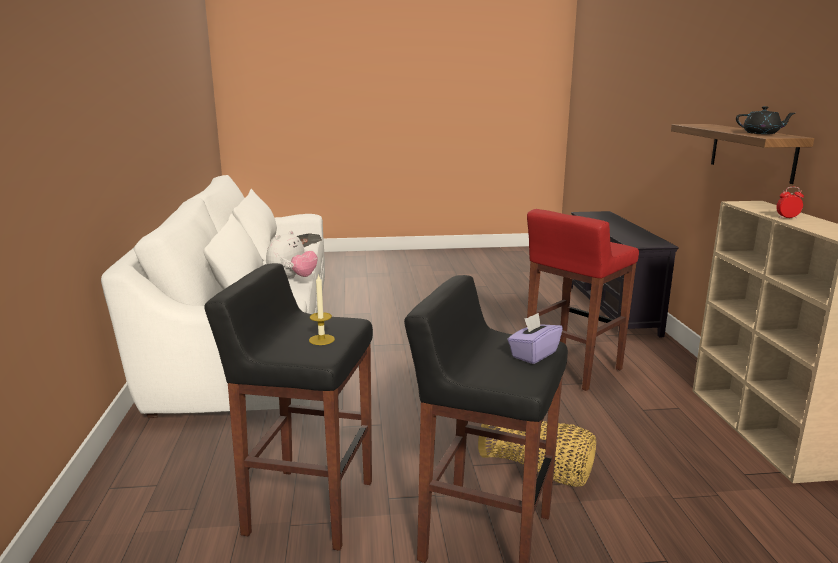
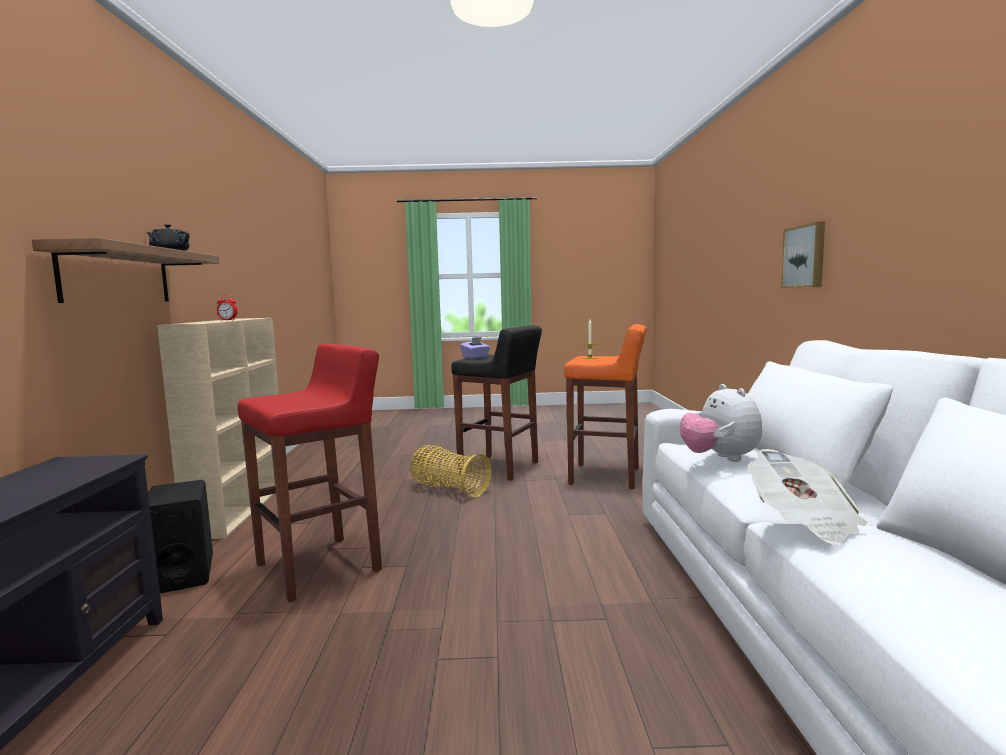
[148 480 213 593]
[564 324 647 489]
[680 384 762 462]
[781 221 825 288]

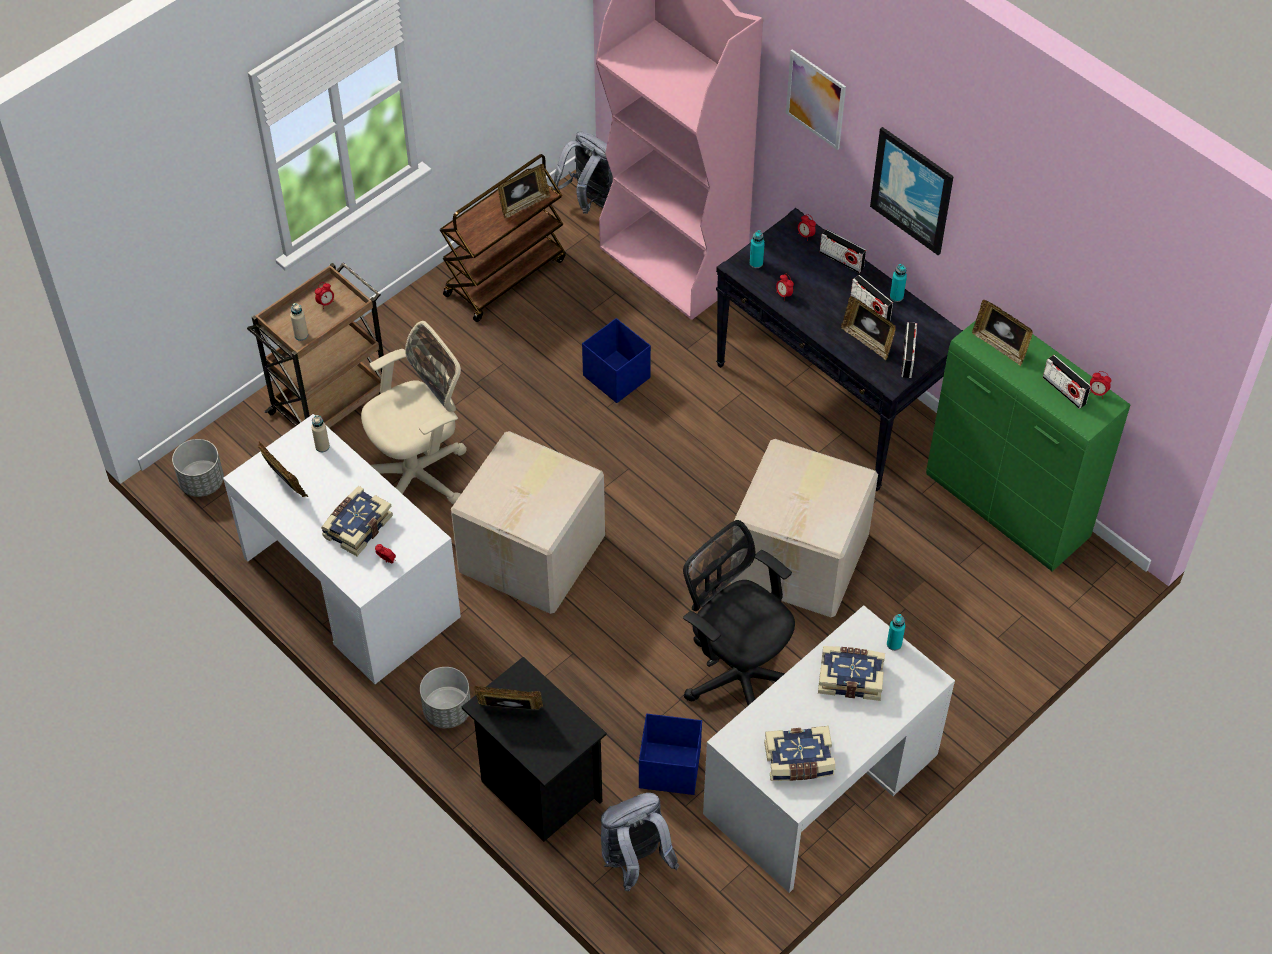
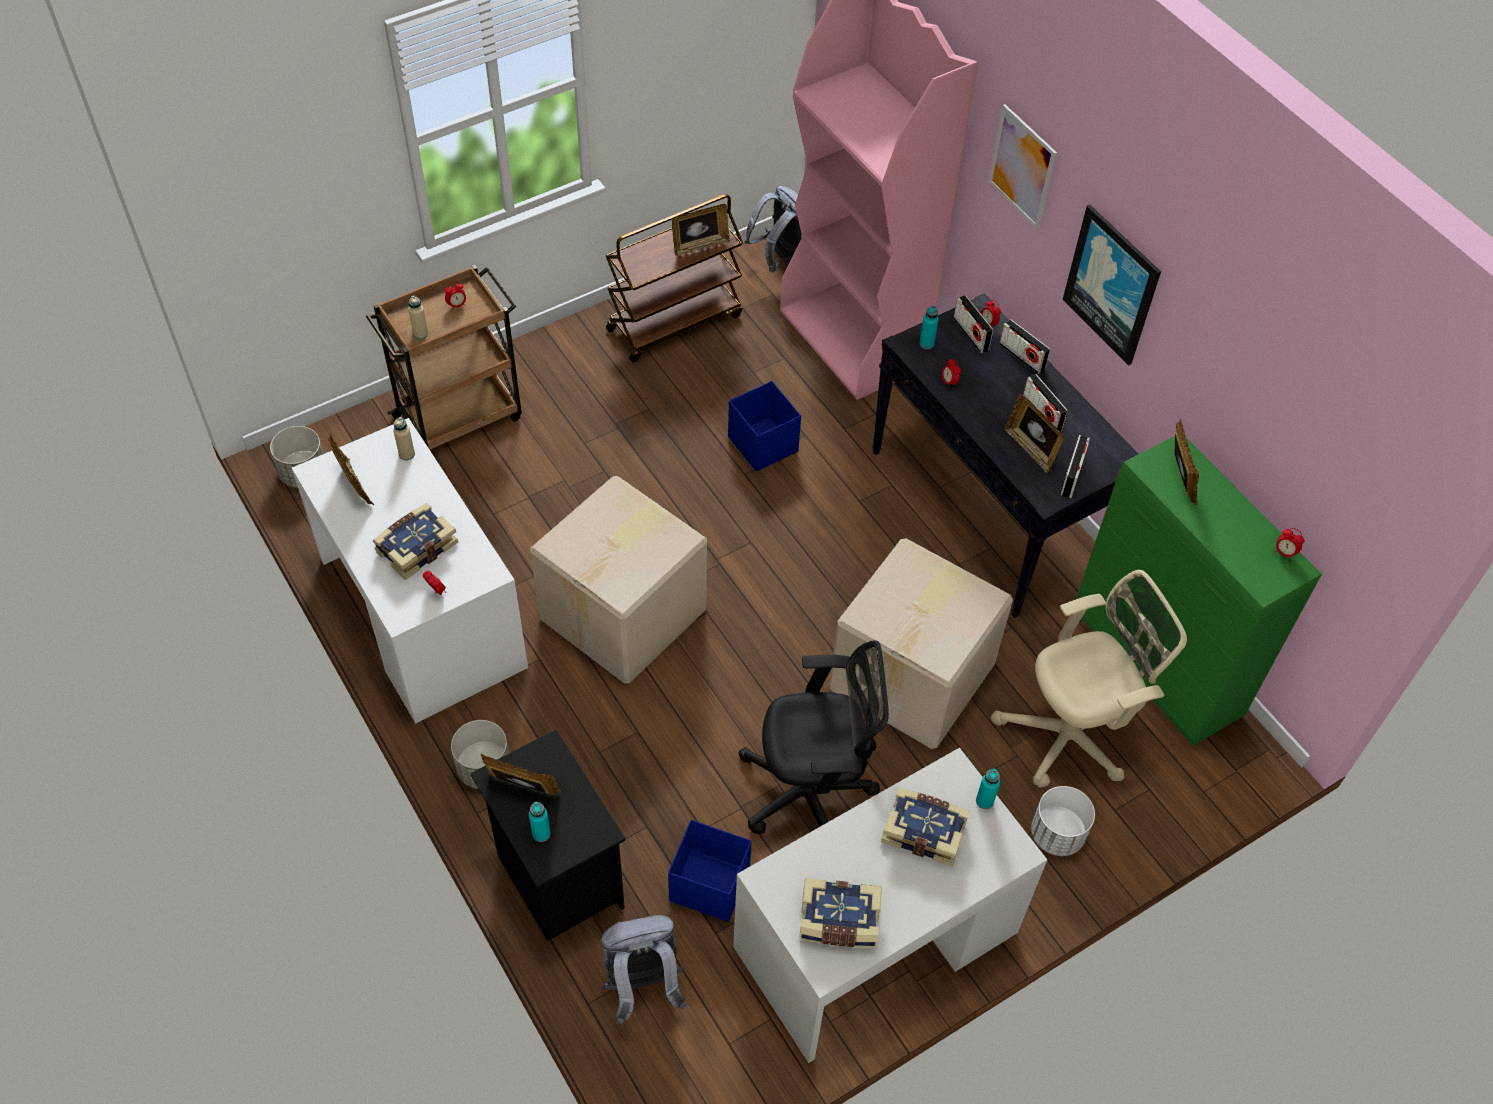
[529 801 551 842]
[739 640 889 834]
[953 295 994 353]
[991 570 1187 787]
[1031 786 1095 856]
[1174 418 1199 505]

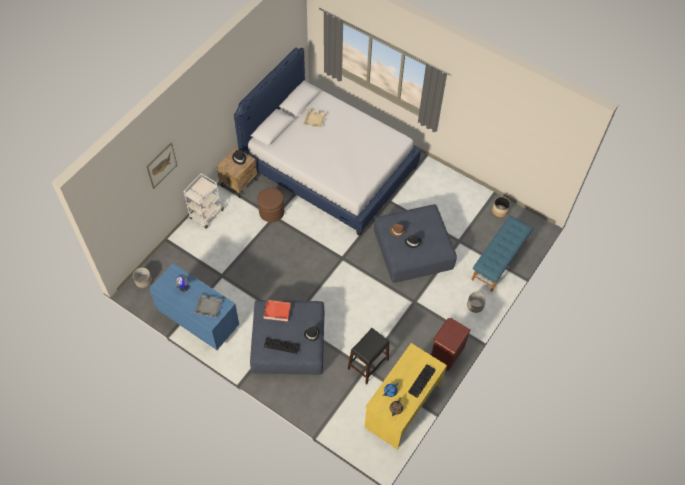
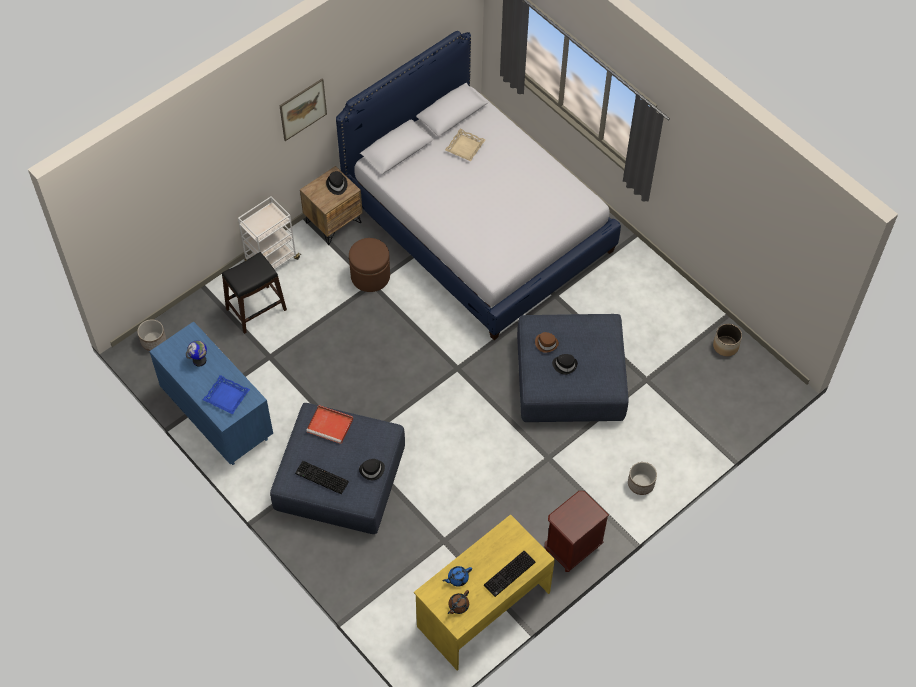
[203 375 250 415]
[222 252 287 334]
[279 78 327 141]
[472 216 533 292] (first image)

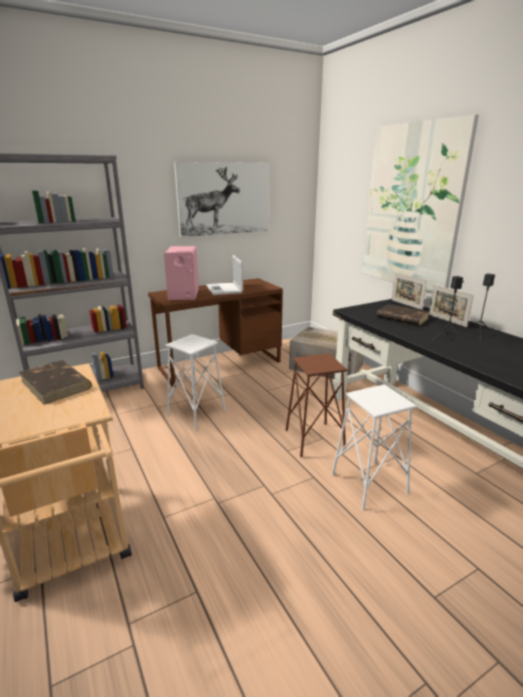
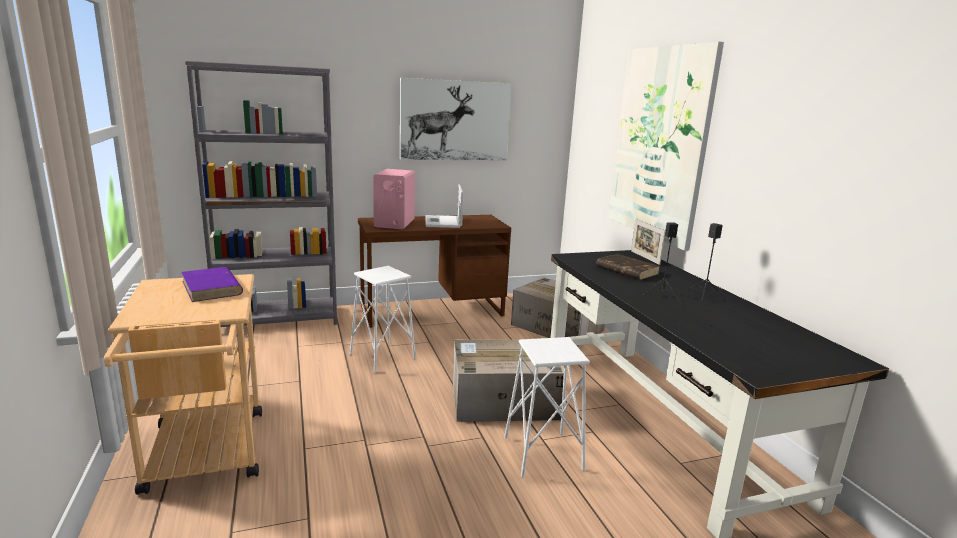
[181 267 243 302]
[453 340 564 422]
[429 285 474 327] (first image)

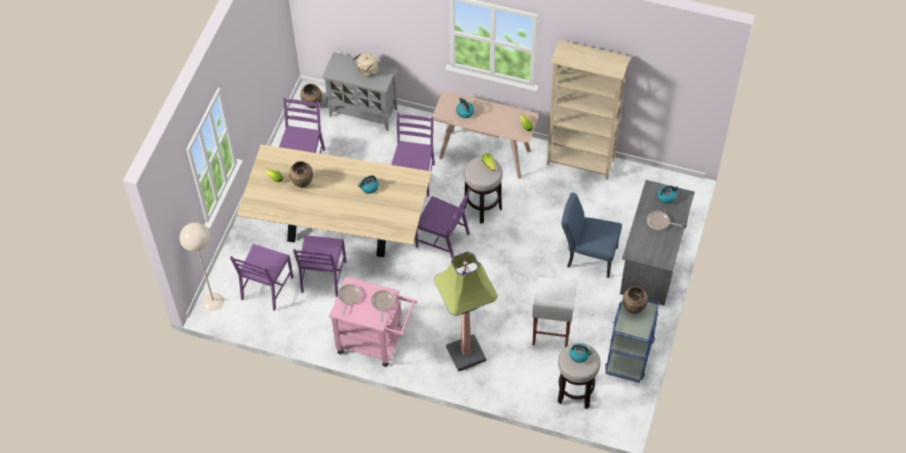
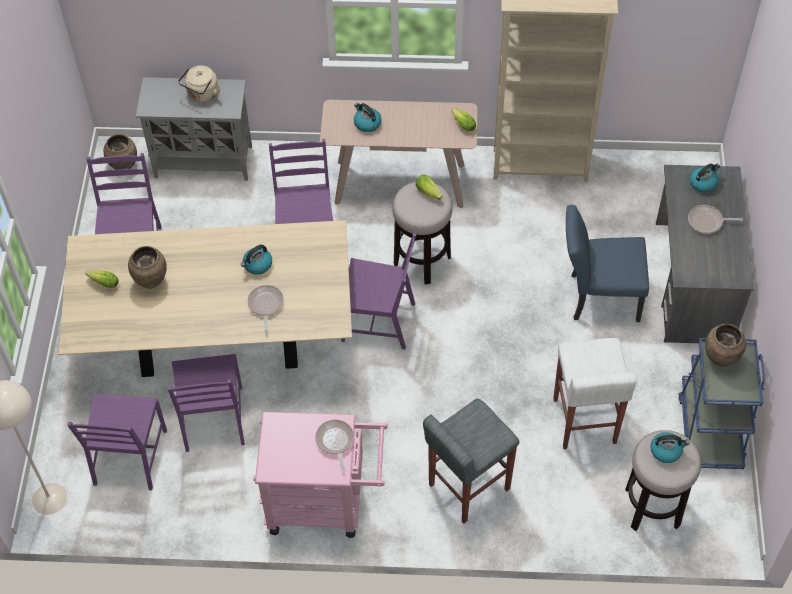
[248 285 284 332]
[423 398 519 523]

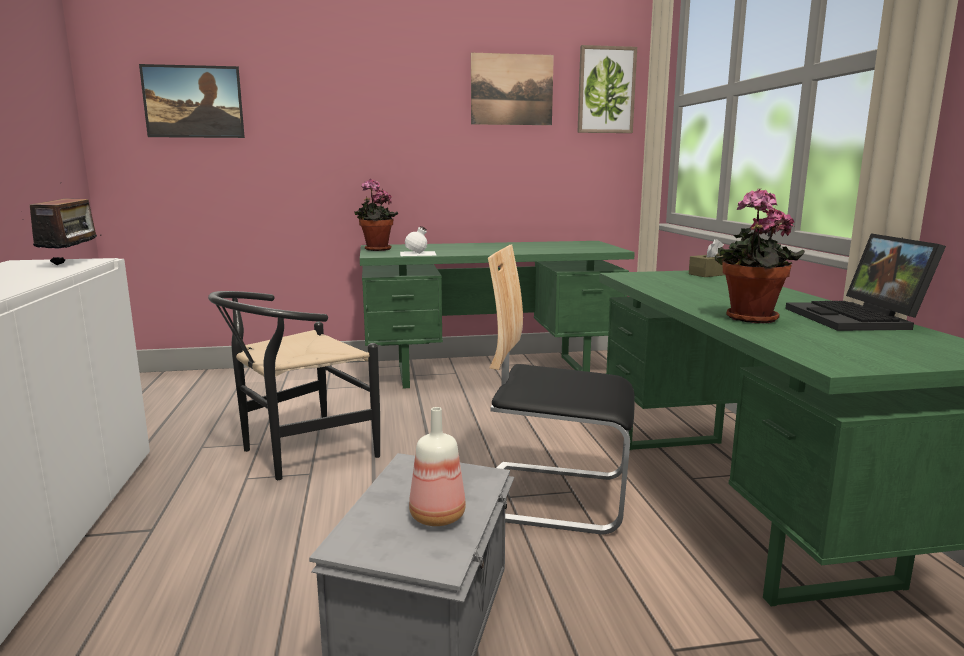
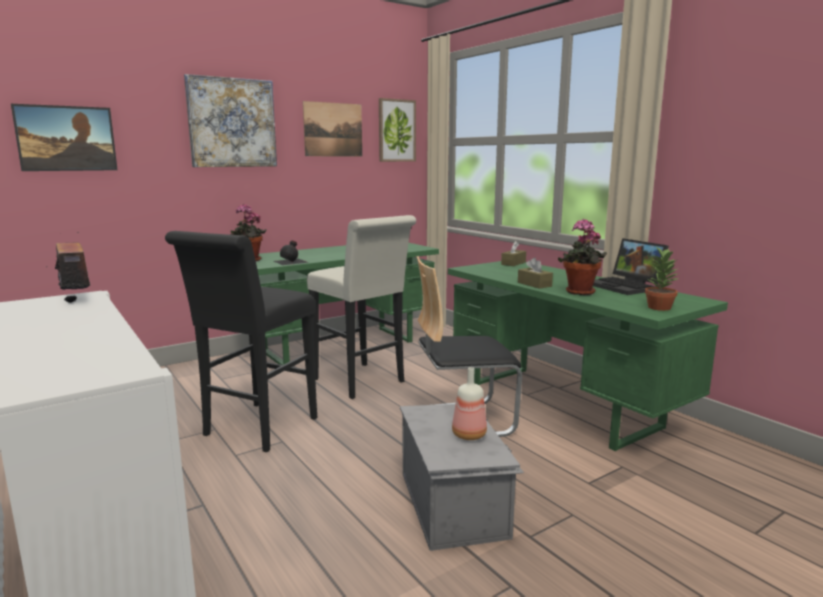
[165 231 317 452]
[184 74 277 167]
[274 240 309 265]
[307 215 416 399]
[518 258 553 289]
[645 248 680 311]

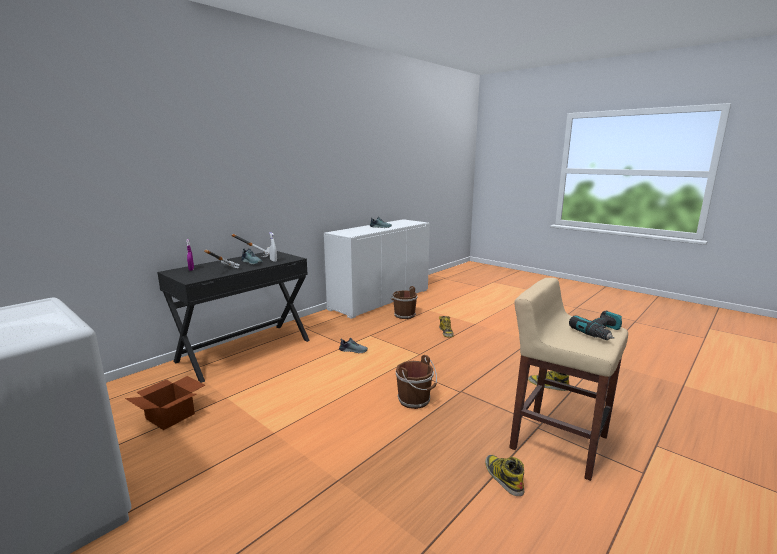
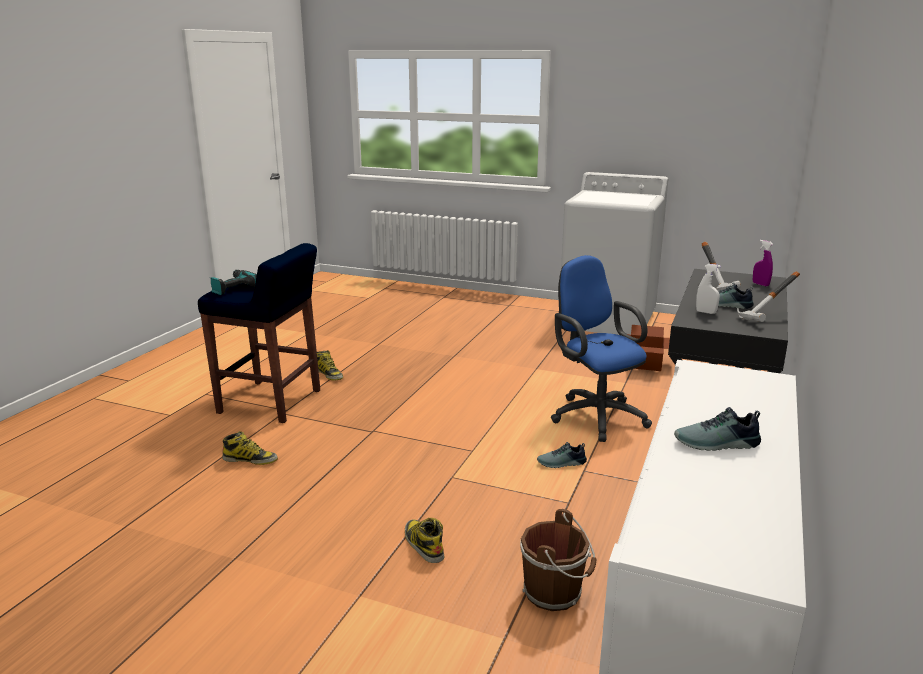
[198 243 320 423]
[551 255 652 442]
[396 355 437 409] (first image)

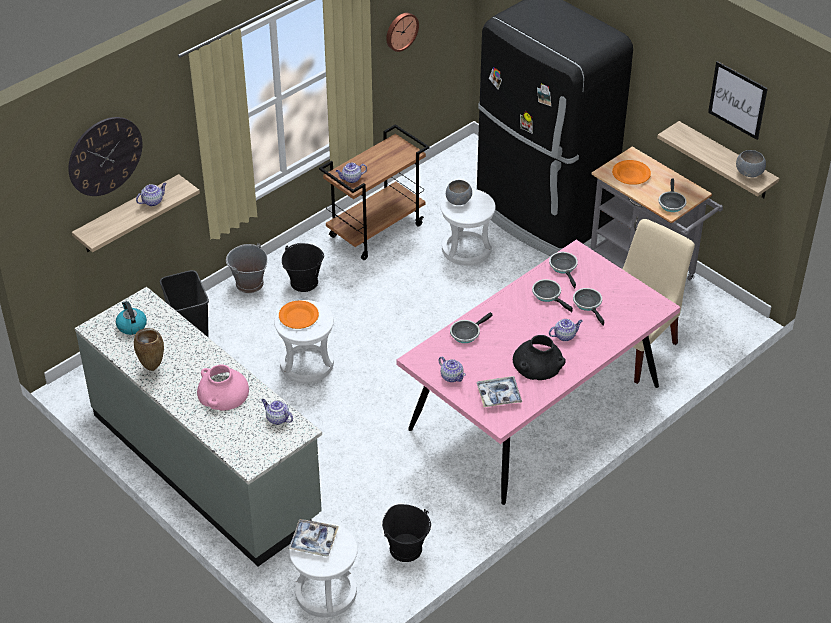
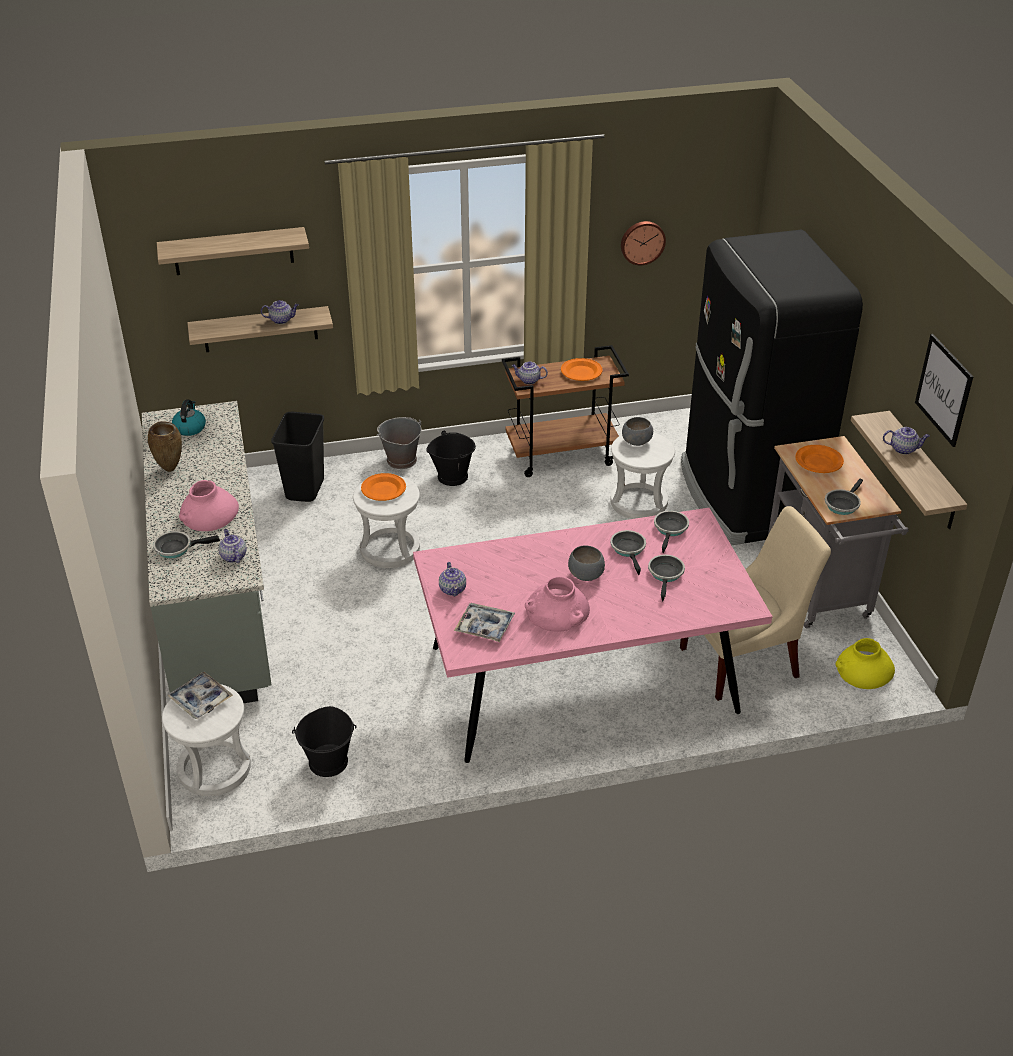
[153 531 220 558]
[157 227 309 275]
[525 576 590 632]
[561 358 603 381]
[568 545 605 581]
[836 638 895 689]
[883 427 930 455]

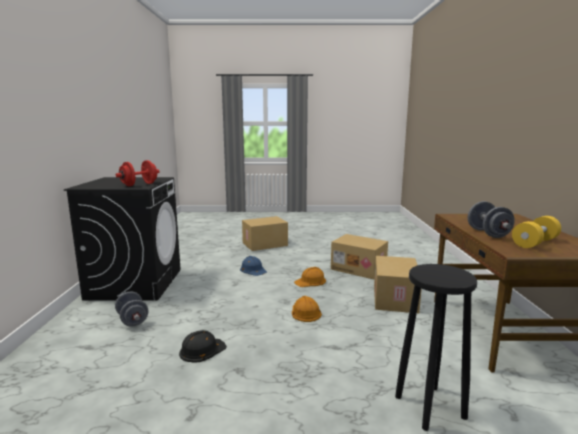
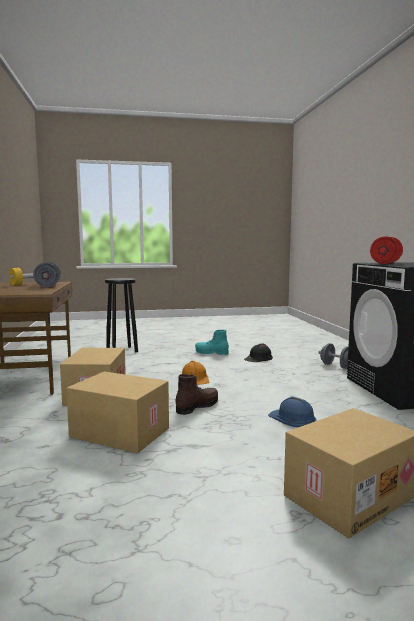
[175 374 218 415]
[195 330 229 355]

